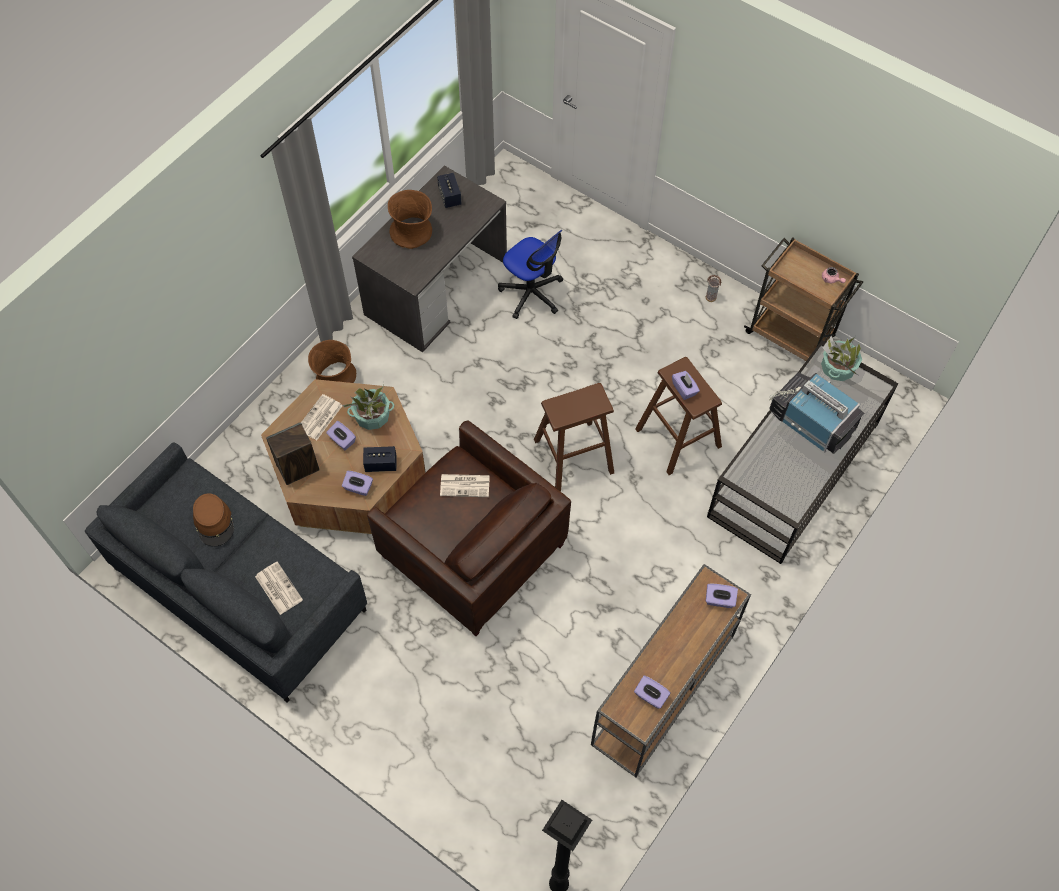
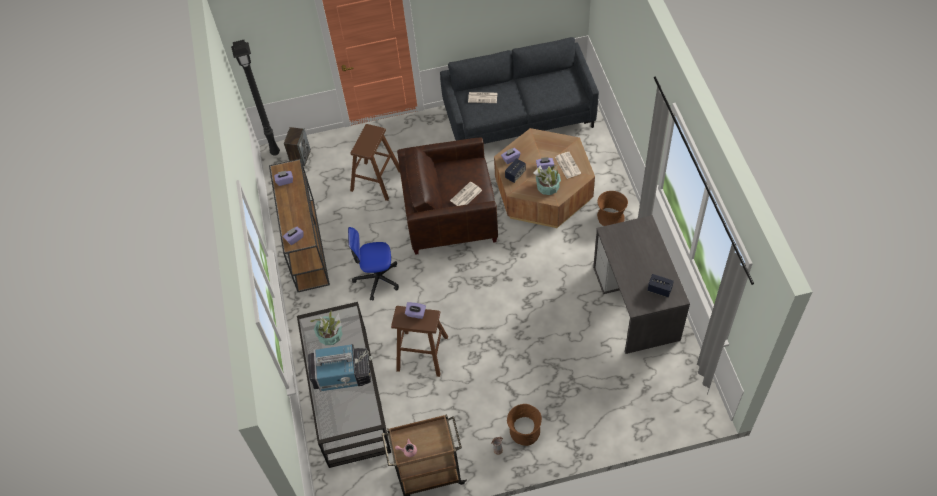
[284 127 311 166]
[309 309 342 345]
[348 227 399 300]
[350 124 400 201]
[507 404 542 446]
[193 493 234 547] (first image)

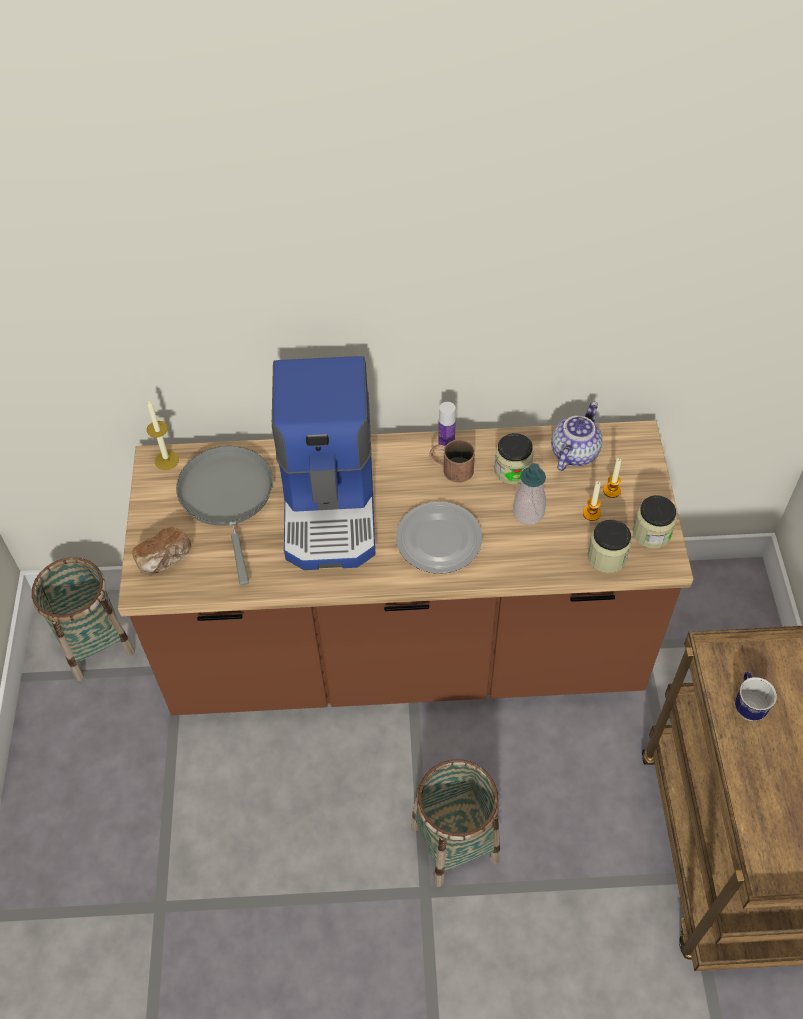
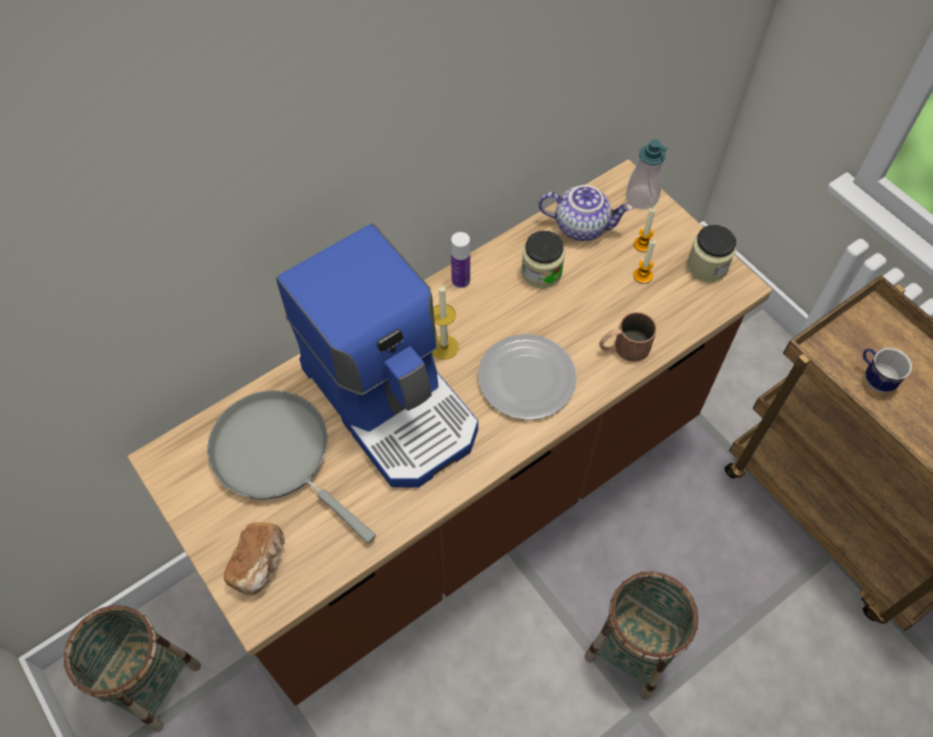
[432 285 459 360]
[539 185 632 241]
[599 312 657 362]
[626 139 668 209]
[588 520 631 573] (first image)

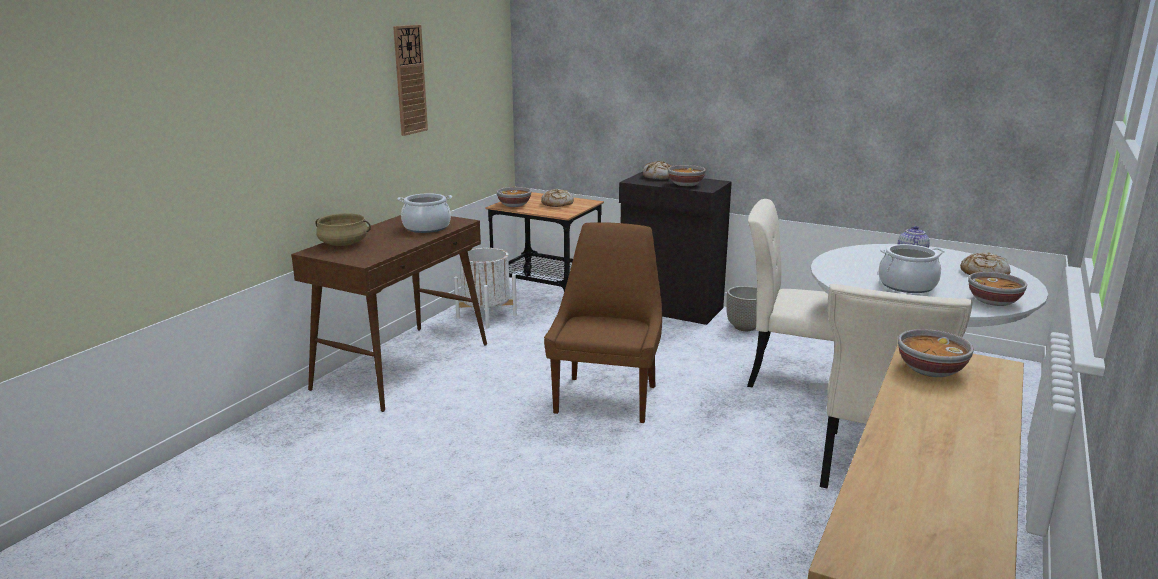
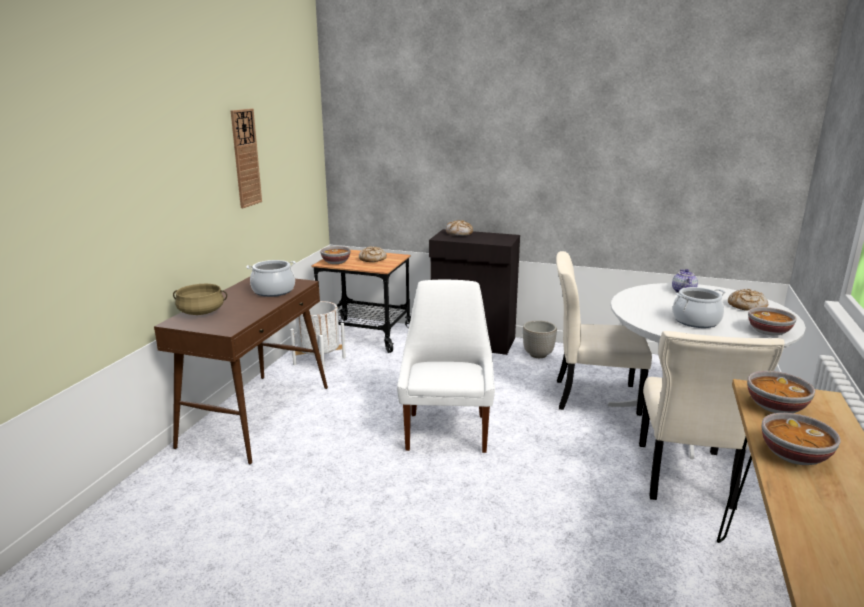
[397 280 495 453]
[761 413 840 465]

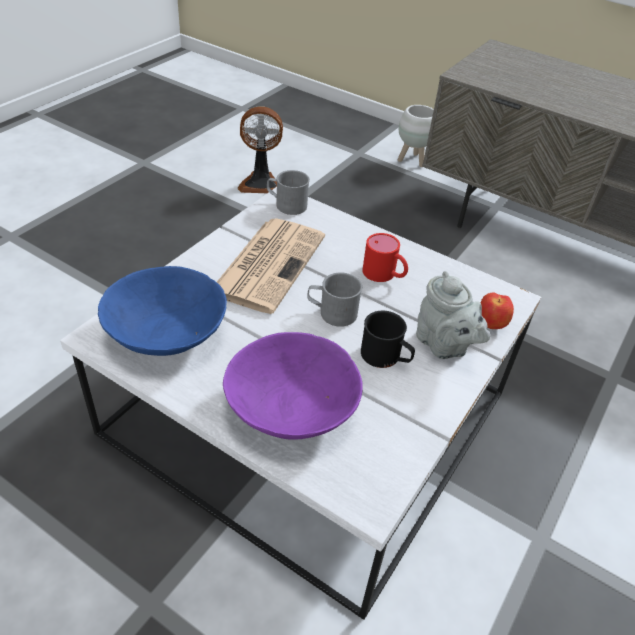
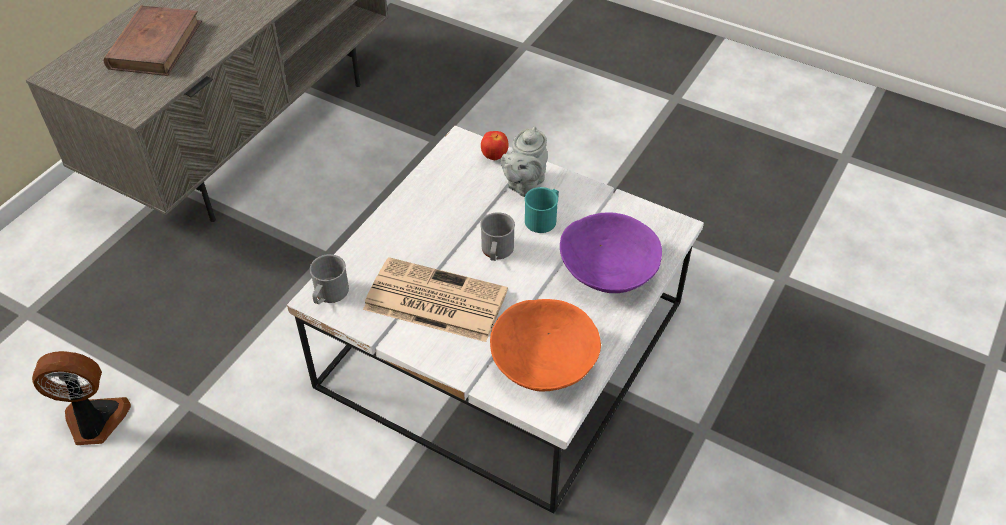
[32 351 131 445]
[103 6 202 76]
[490 299 601 391]
[501 126 548 197]
[525 187 559 233]
[362 233 408 282] (first image)
[398 105 434 167] (first image)

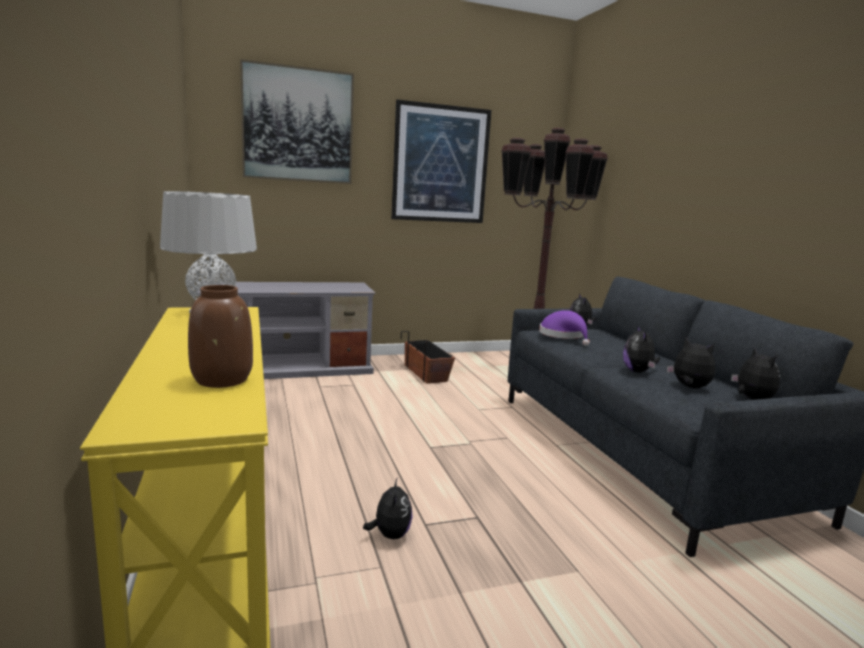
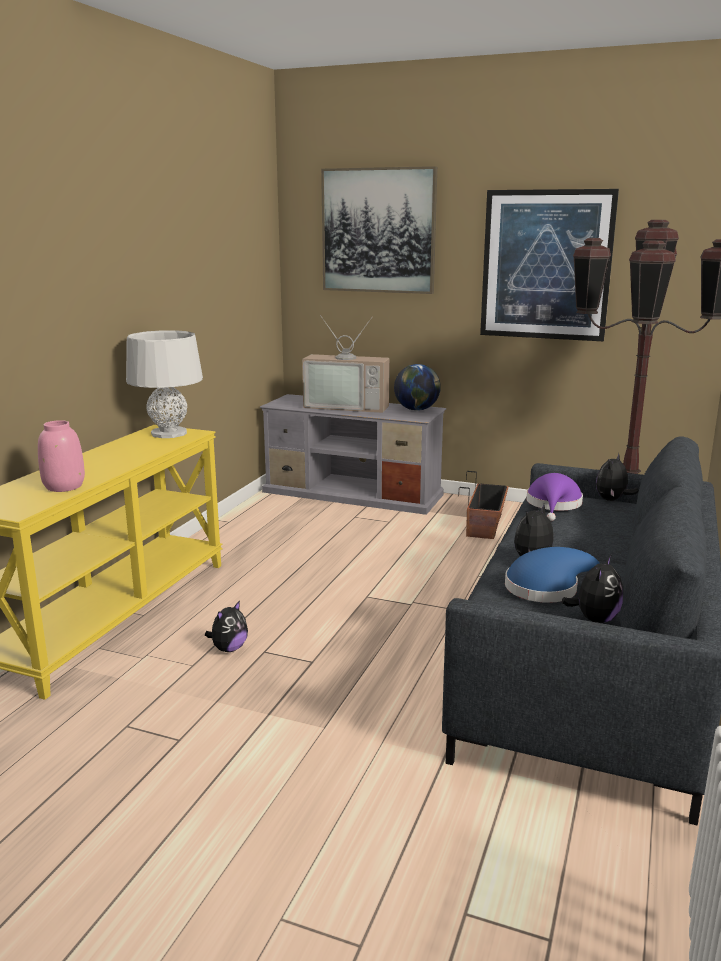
[38 420 85 492]
[302 315 390 413]
[394 364 441 411]
[505 547 600 603]

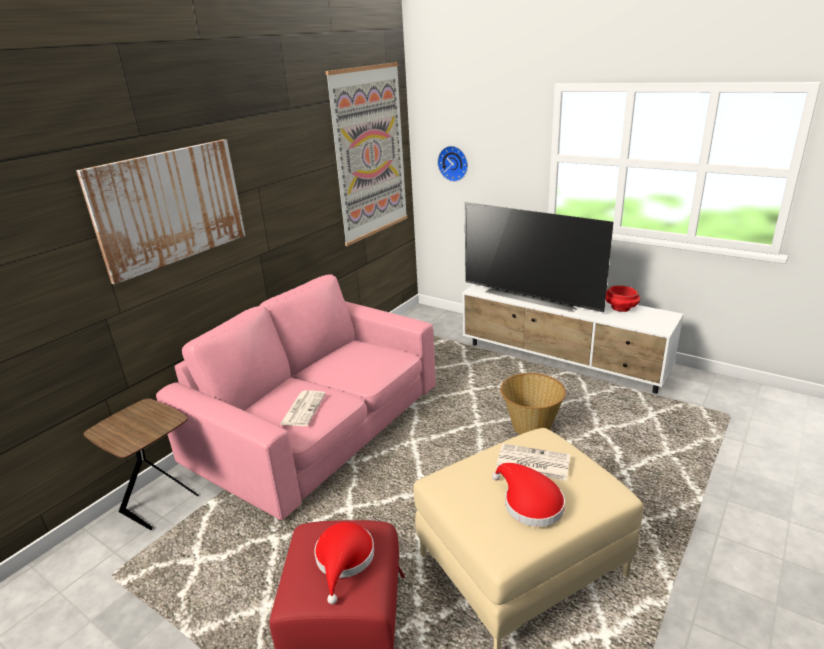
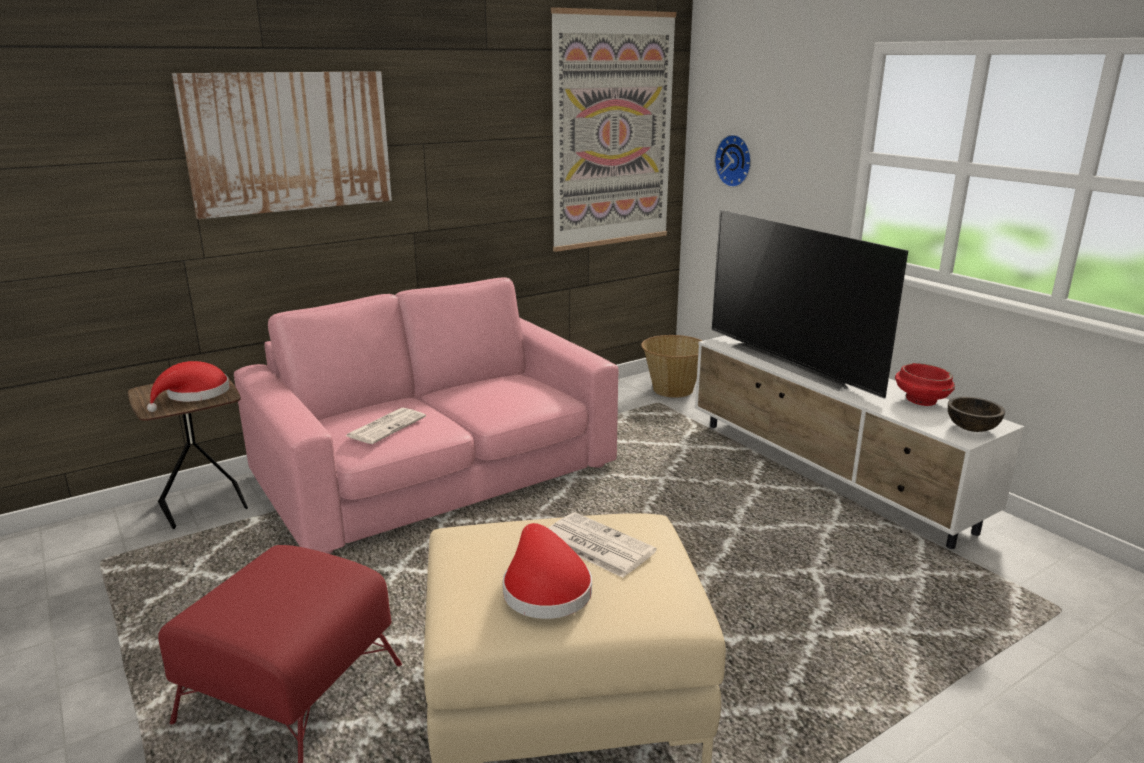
[147 361 230 412]
[641 335 702 397]
[948 397 1005 432]

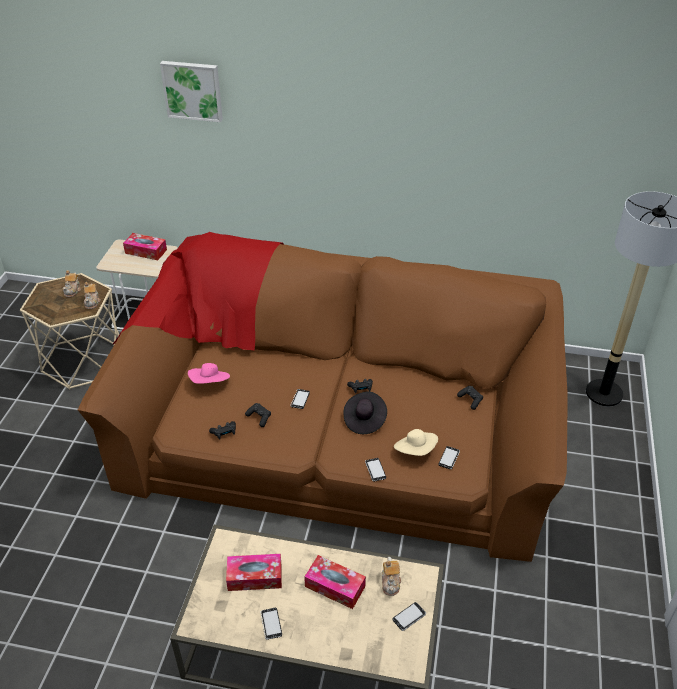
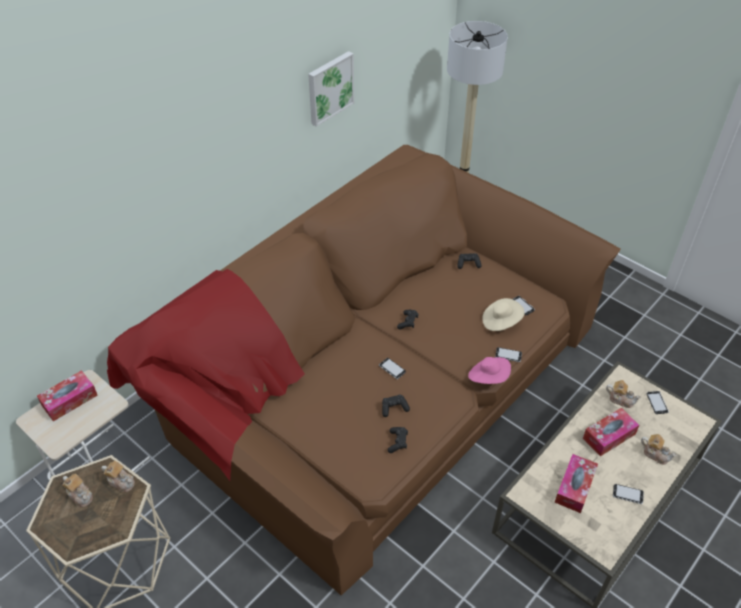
[308 51 354 127]
[468 357 511 384]
[641 434 677 465]
[343 391 387 434] (first image)

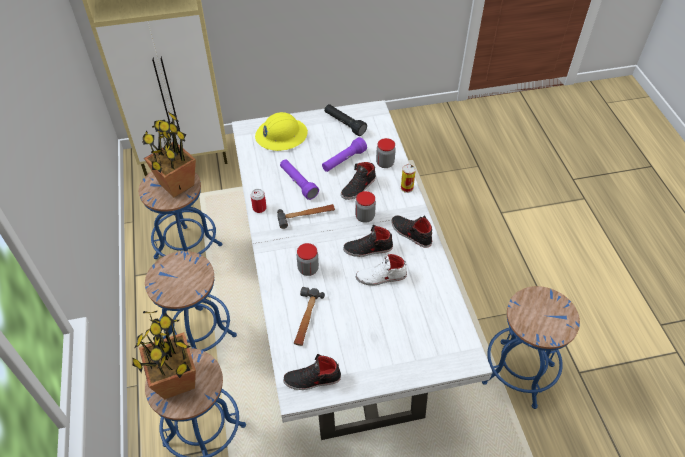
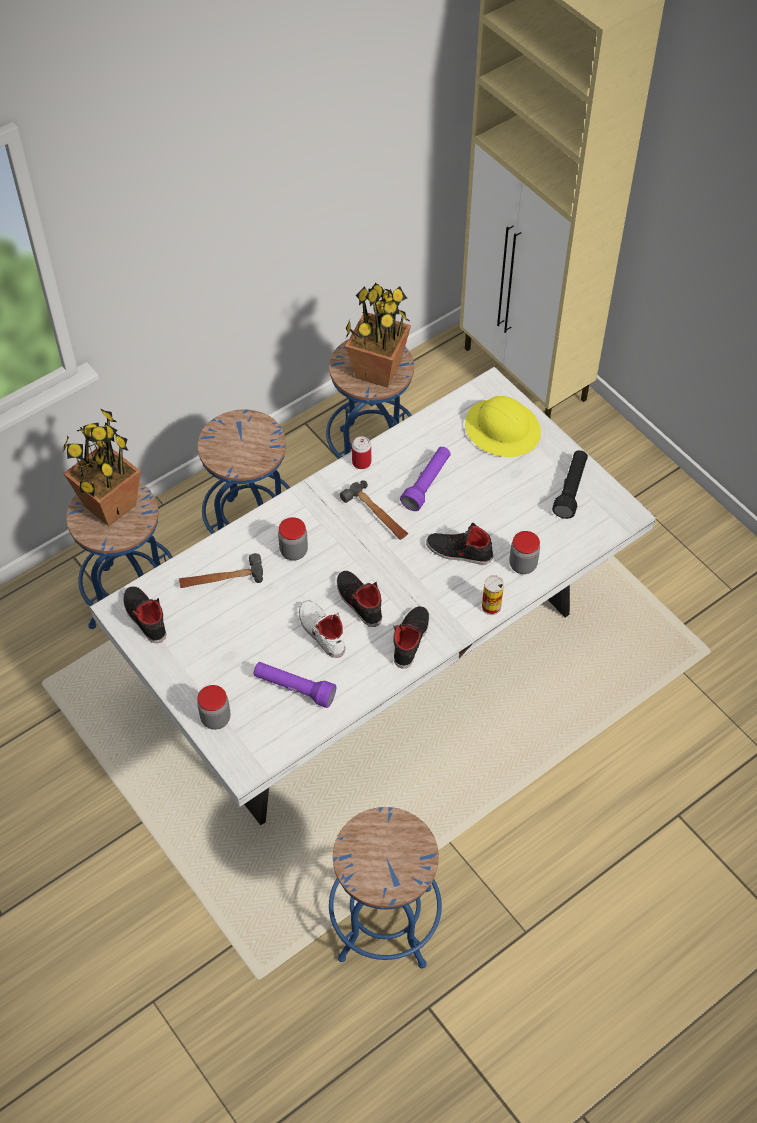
[197 685 231 730]
[254 662 336 708]

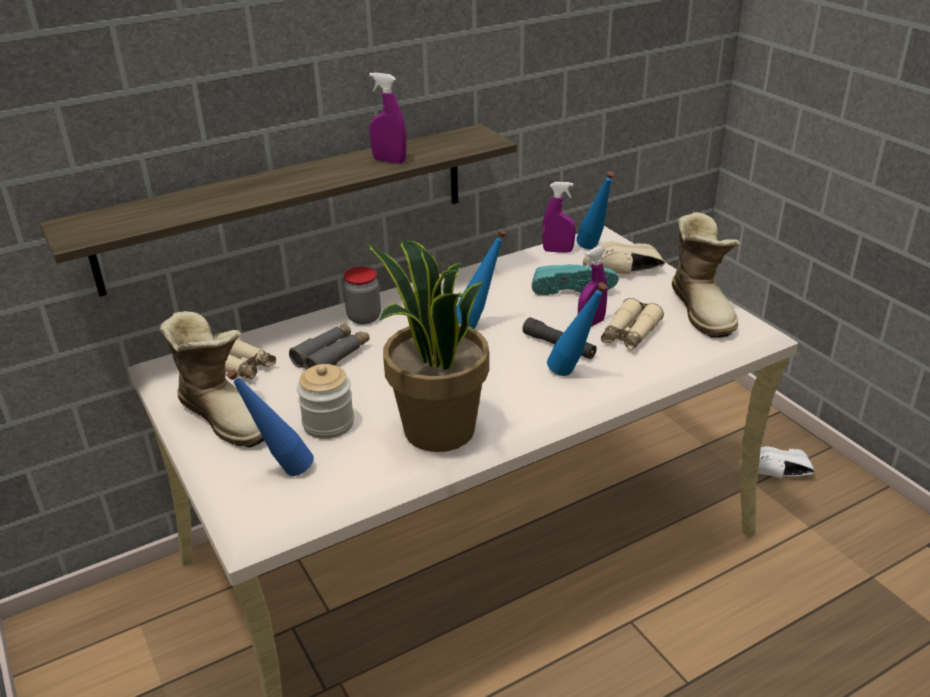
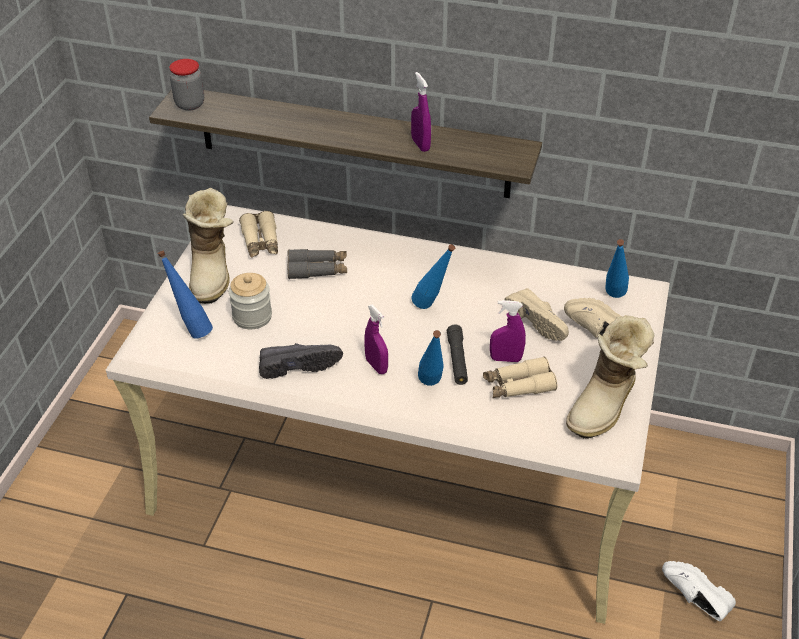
[169 59 204 111]
[259 343 343 379]
[364 304 388 374]
[504 288 569 341]

